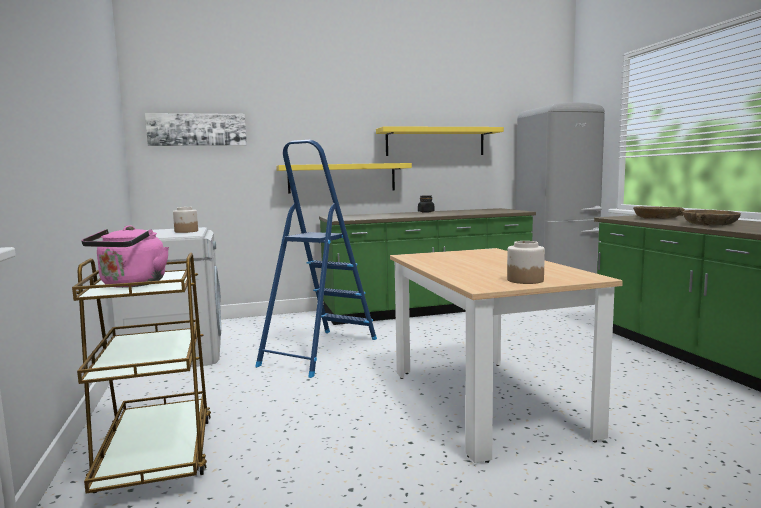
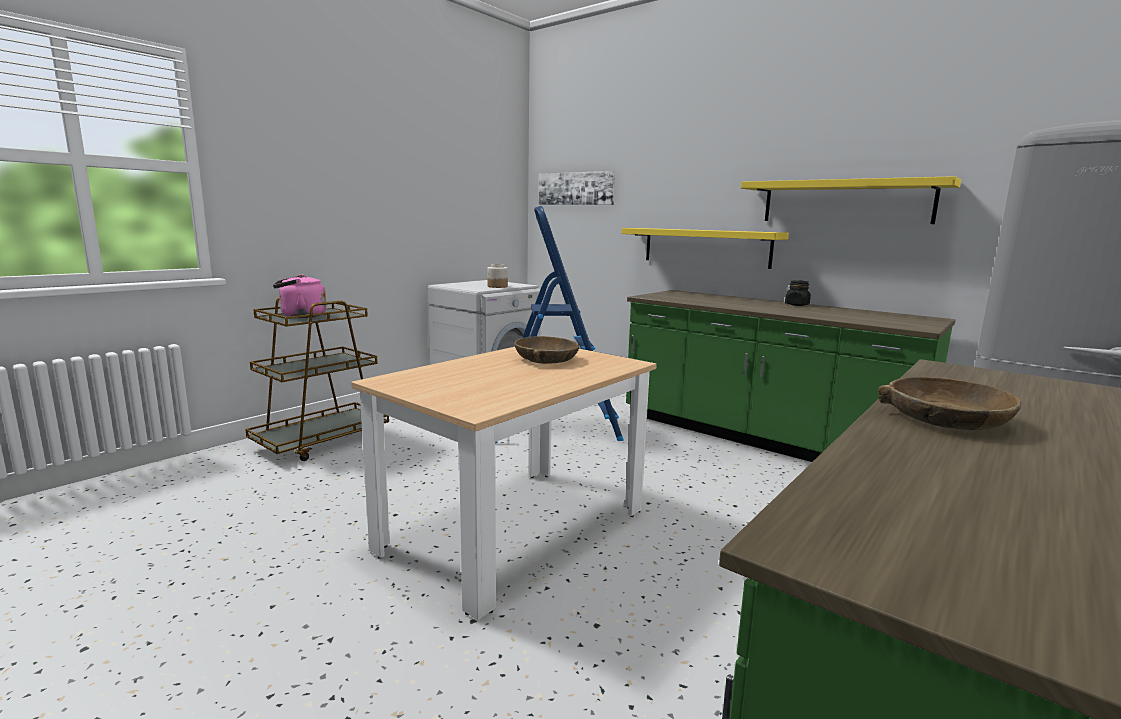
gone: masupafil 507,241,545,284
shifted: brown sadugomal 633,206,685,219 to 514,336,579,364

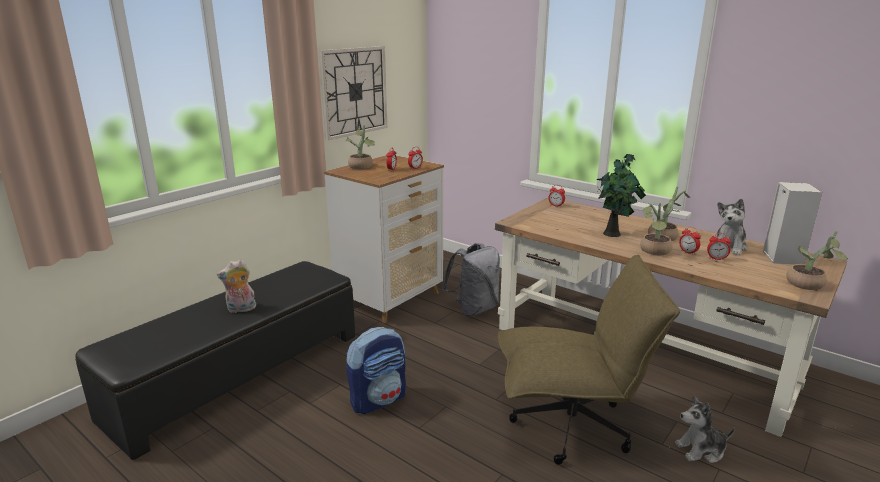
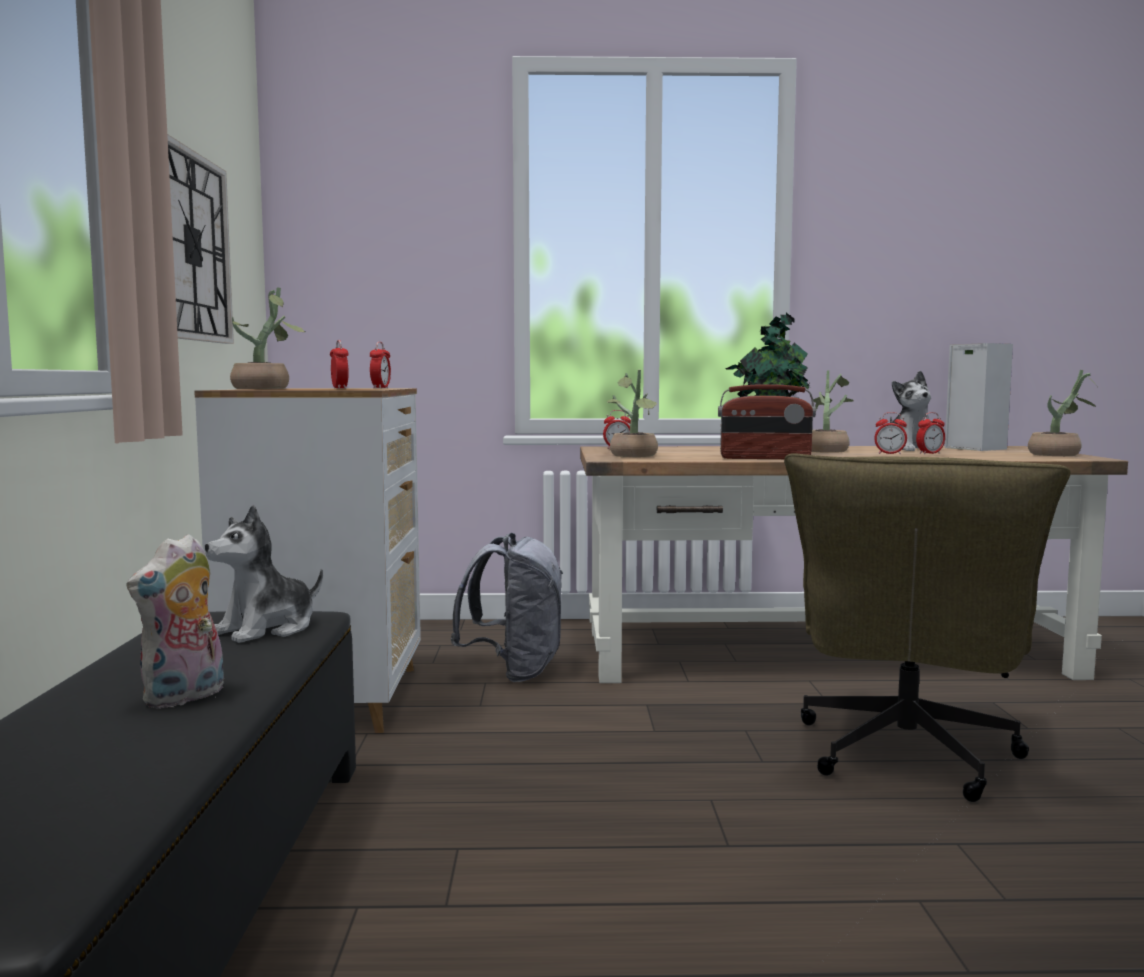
gone: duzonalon 346,327,406,414
new: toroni 718,384,816,459
shifted: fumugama 640,203,673,255 to 607,370,658,457; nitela 675,395,735,463 to 205,505,323,643
rotated: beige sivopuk 498,255,680,465 = 784,454,1071,802 150 degrees clockwise

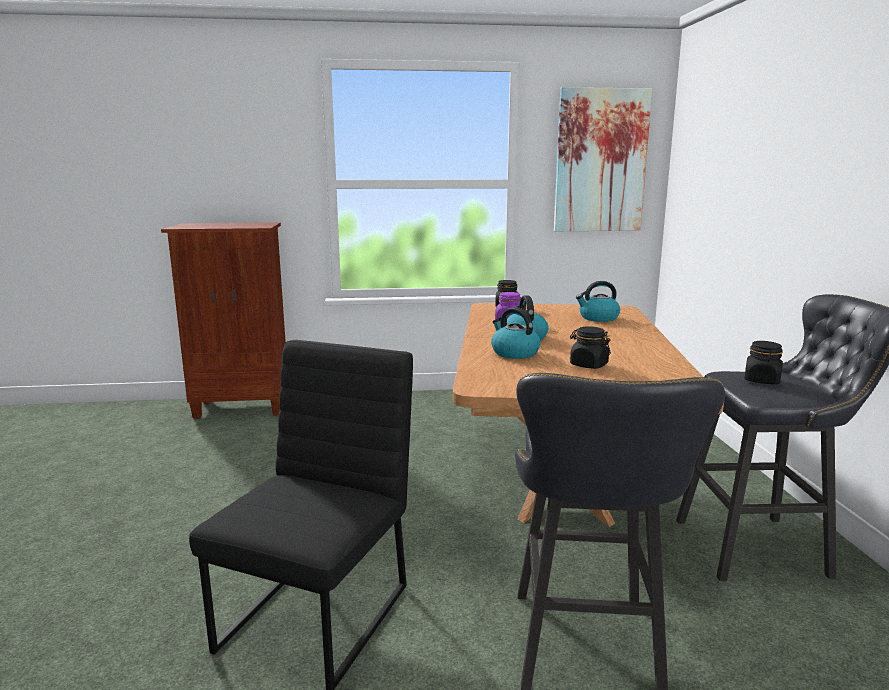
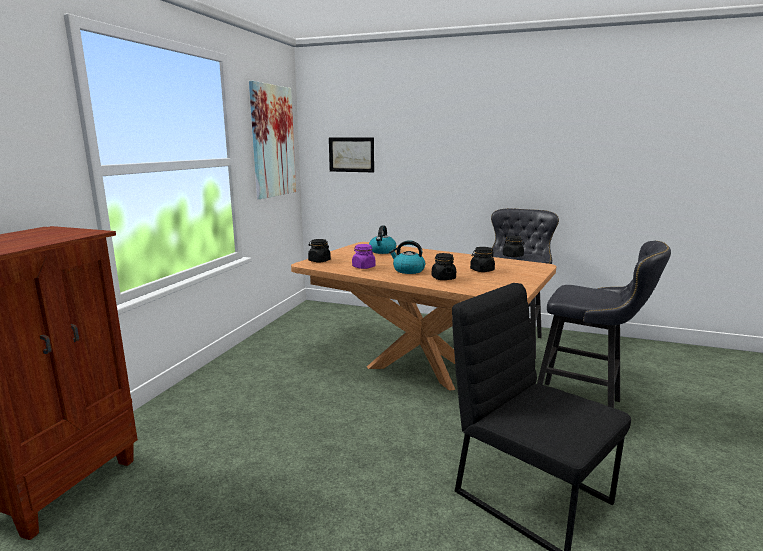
new: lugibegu 329,137,374,172
swapped: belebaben 491,307,541,359 to black masupafil 432,253,456,280

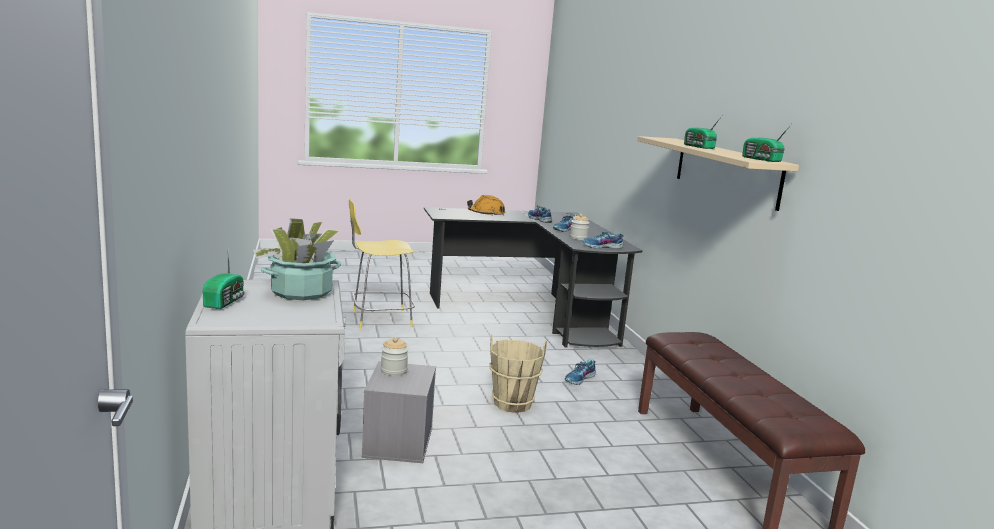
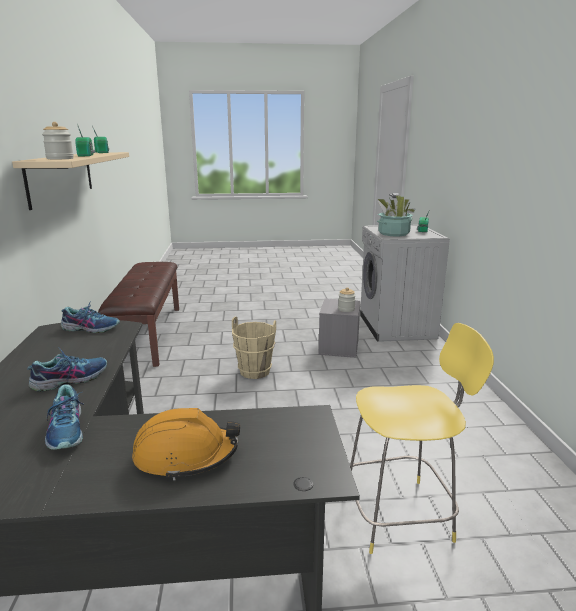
gone: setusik 565,359,596,385
shifted: masupafil 570,214,589,240 to 42,122,74,159

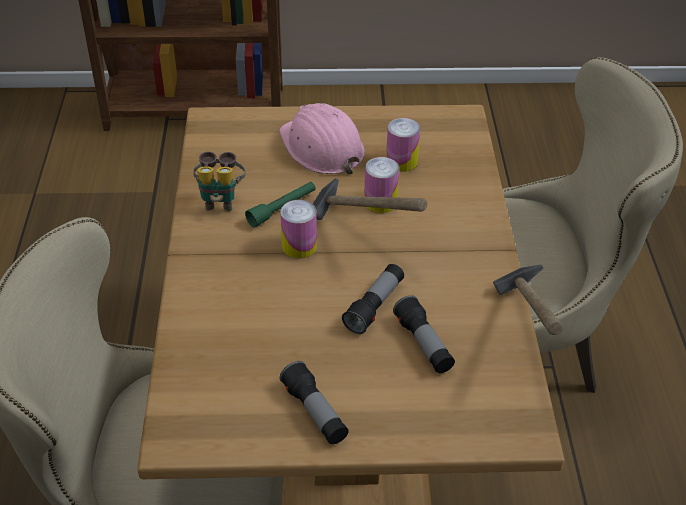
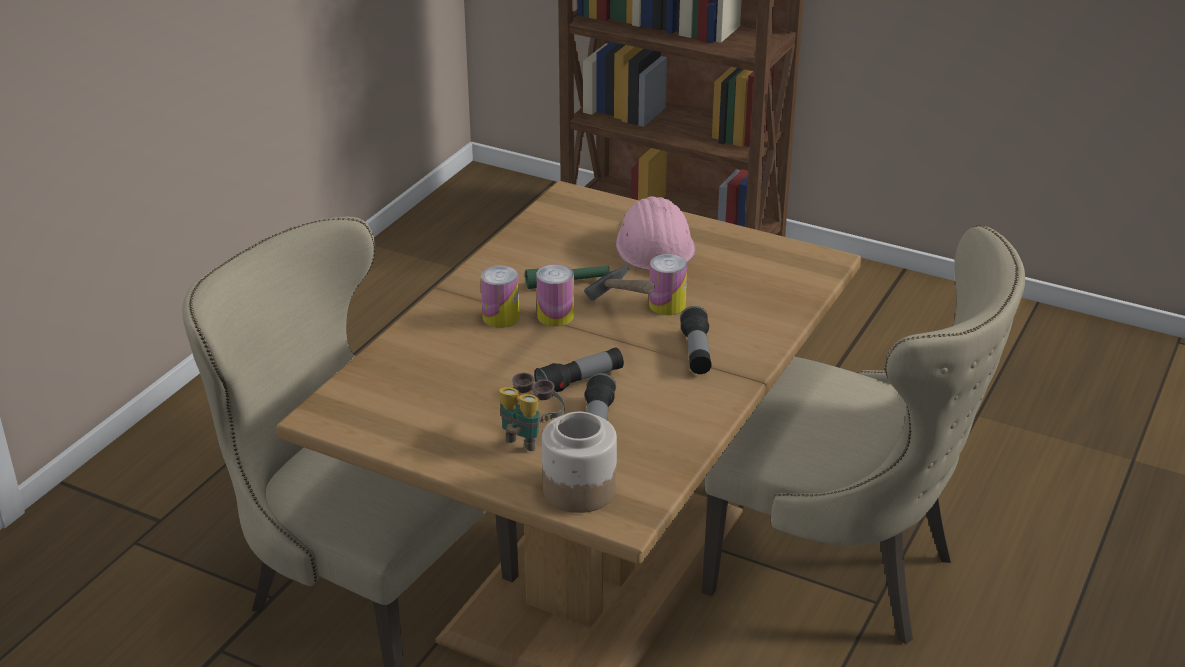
gone: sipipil 493,264,563,335
new: masupafil 542,412,617,513
shifted: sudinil 193,151,246,211 to 499,373,565,451; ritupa 280,361,349,444 to 680,306,712,374; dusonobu 386,118,420,172 to 481,266,520,328

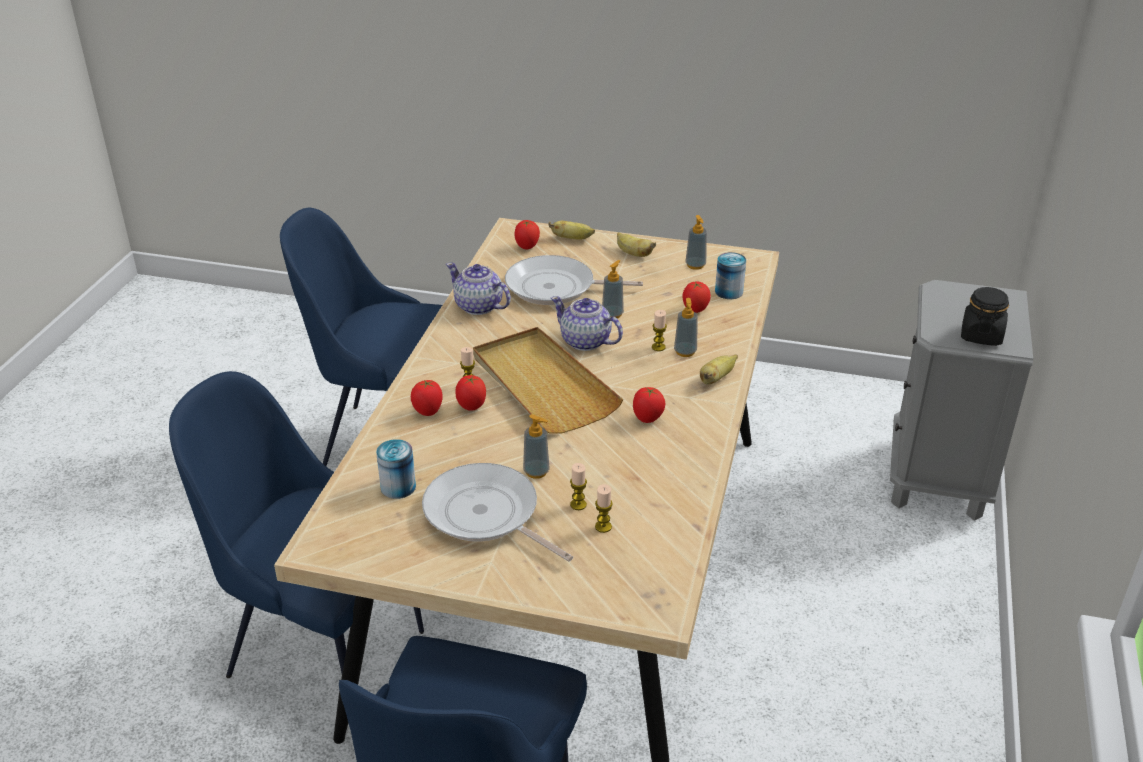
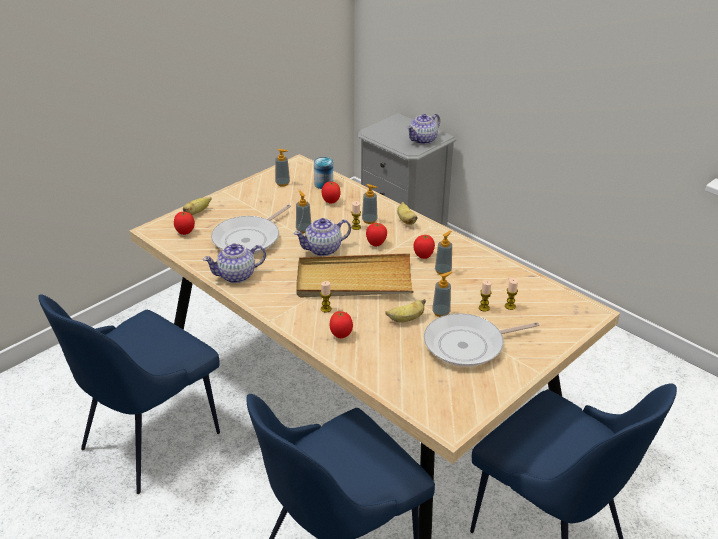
gone: dusonobu 376,439,416,499
new: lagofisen 435,231,452,275
shifted: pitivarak 455,375,486,411 to 366,223,387,247; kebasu 617,232,656,257 to 385,299,426,322
swapped: black masupafil 961,287,1009,346 to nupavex 407,114,440,145

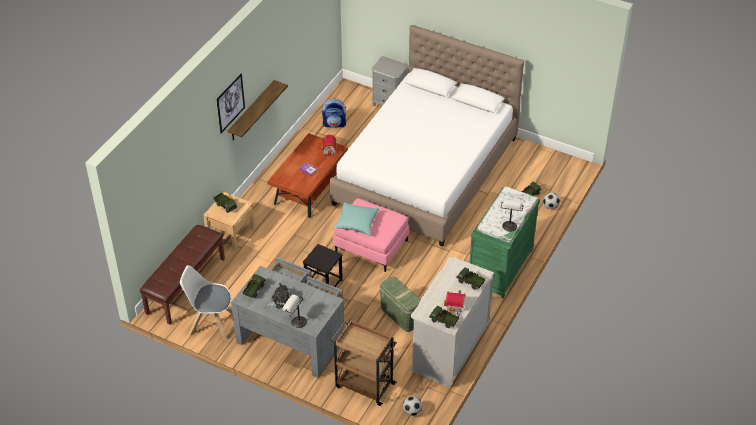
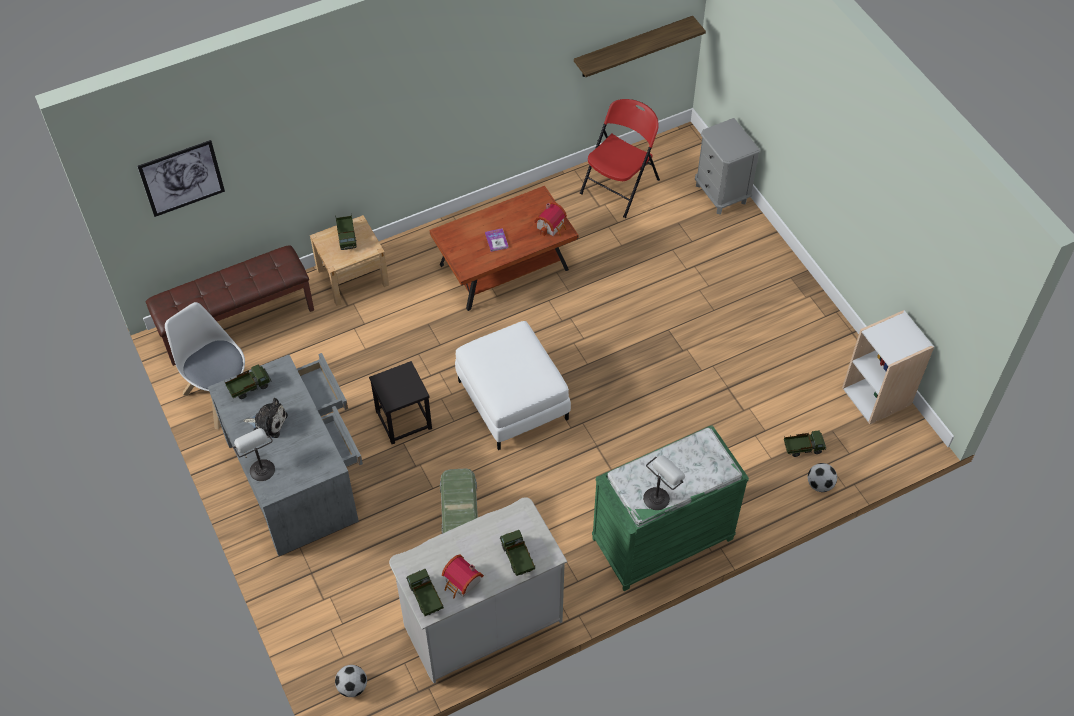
gone: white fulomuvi 330,25,524,247; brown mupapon 331,320,397,406; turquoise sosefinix 334,202,379,236
new: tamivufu 842,310,934,424
shifted: lugibegu 216,73,245,133 to 137,140,225,217; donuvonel 228,80,288,141 to 574,16,706,77
swapped: duzonalon 322,99,346,128 to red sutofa 580,99,660,218
repainted: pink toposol 333,198,409,272 to white toposol 455,321,571,450

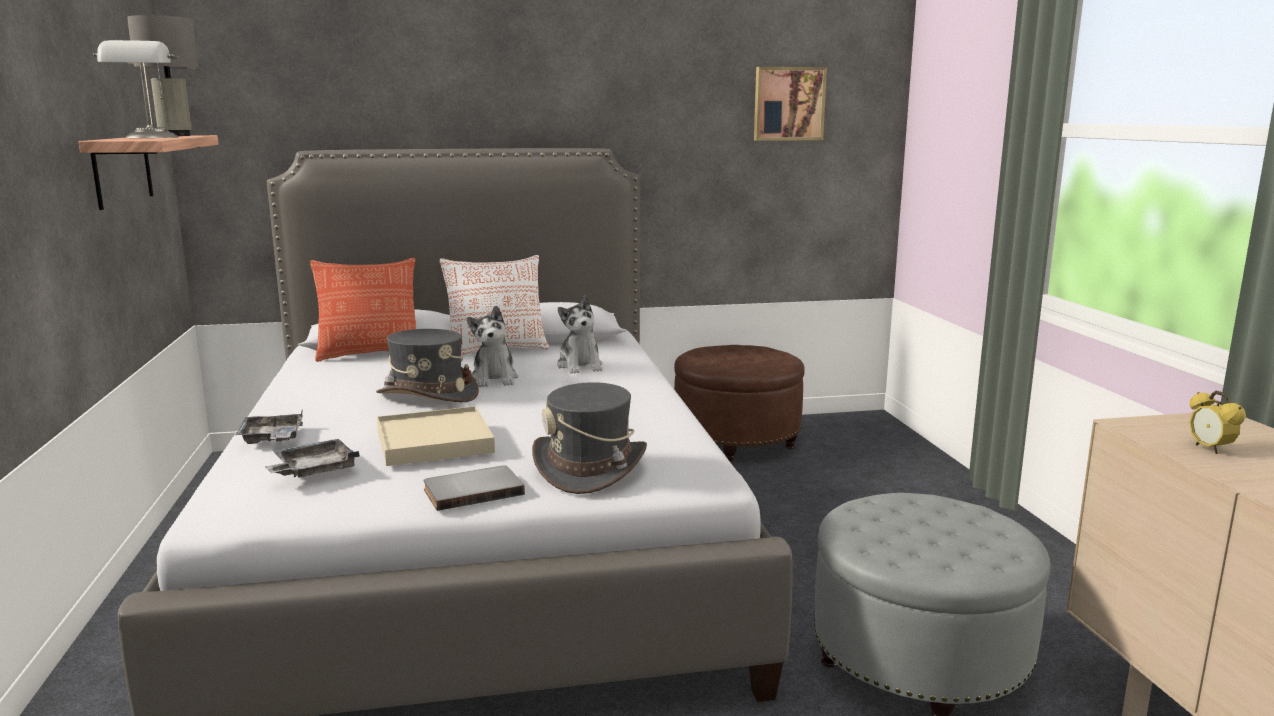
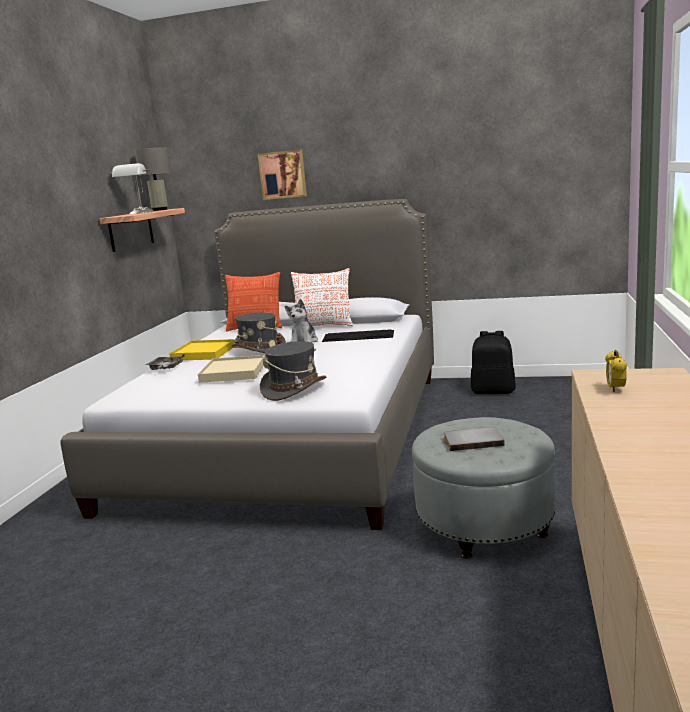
gone: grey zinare 265,439,360,478
new: yellow zinare 169,339,235,360
shifted: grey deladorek 423,466,525,511 to 444,427,505,451; lugibegu 754,67,827,141 to 258,149,307,200
swapped: nitela 557,296,603,374 to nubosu 322,329,394,342; brown toposol 674,345,805,463 to black duzonalon 471,331,516,394

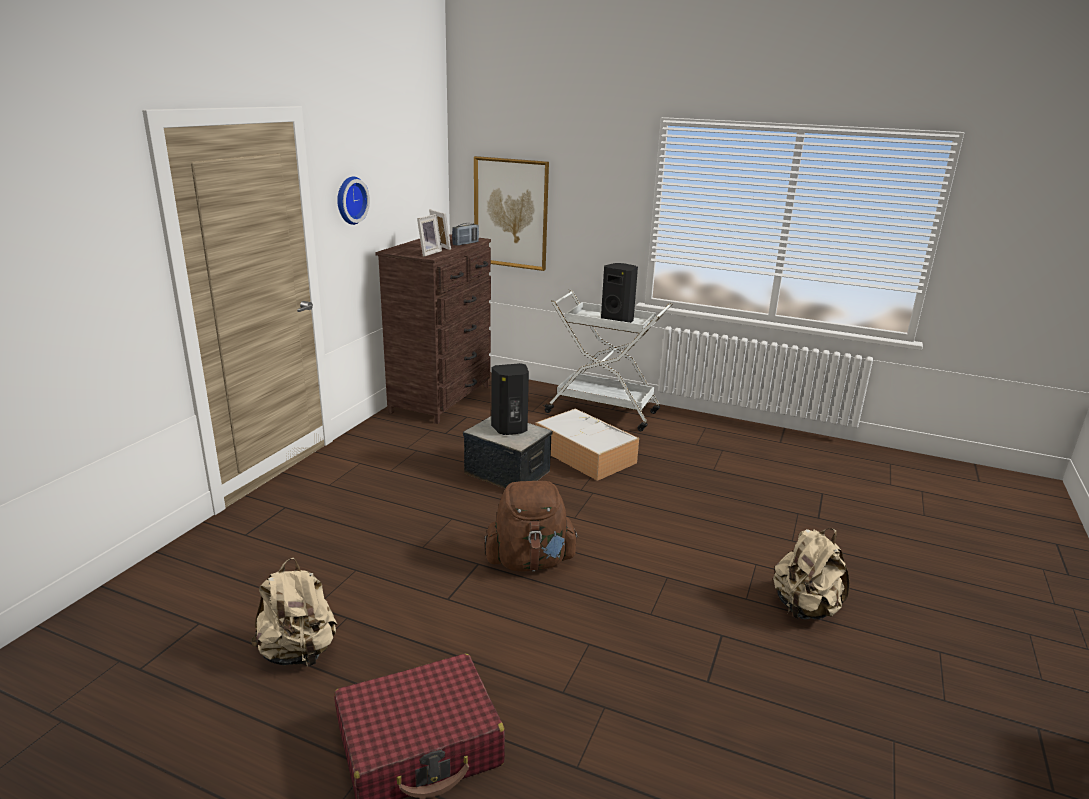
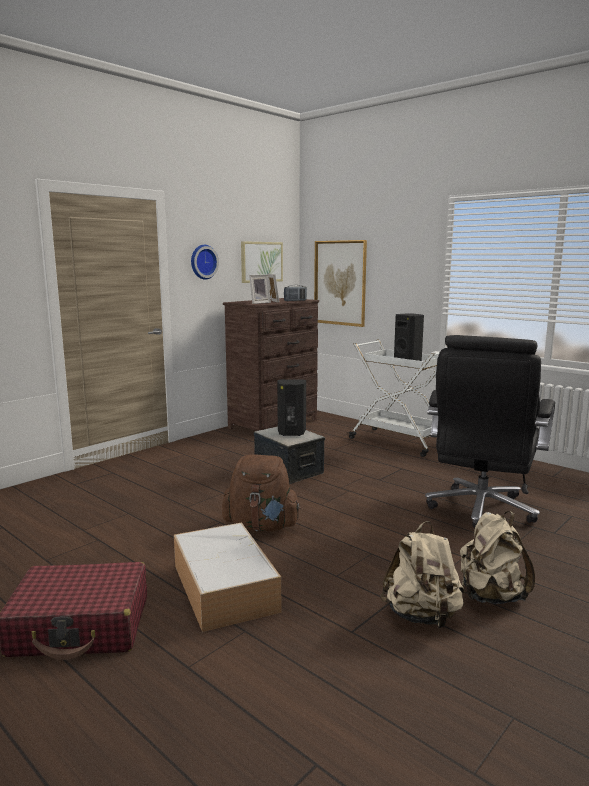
new: lugibegu 241,241,283,283; black sivopuk 425,335,555,528
shifted: beige duzonalon 250,558,337,668 to 380,521,465,628; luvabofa 536,409,639,481 to 174,522,281,632

